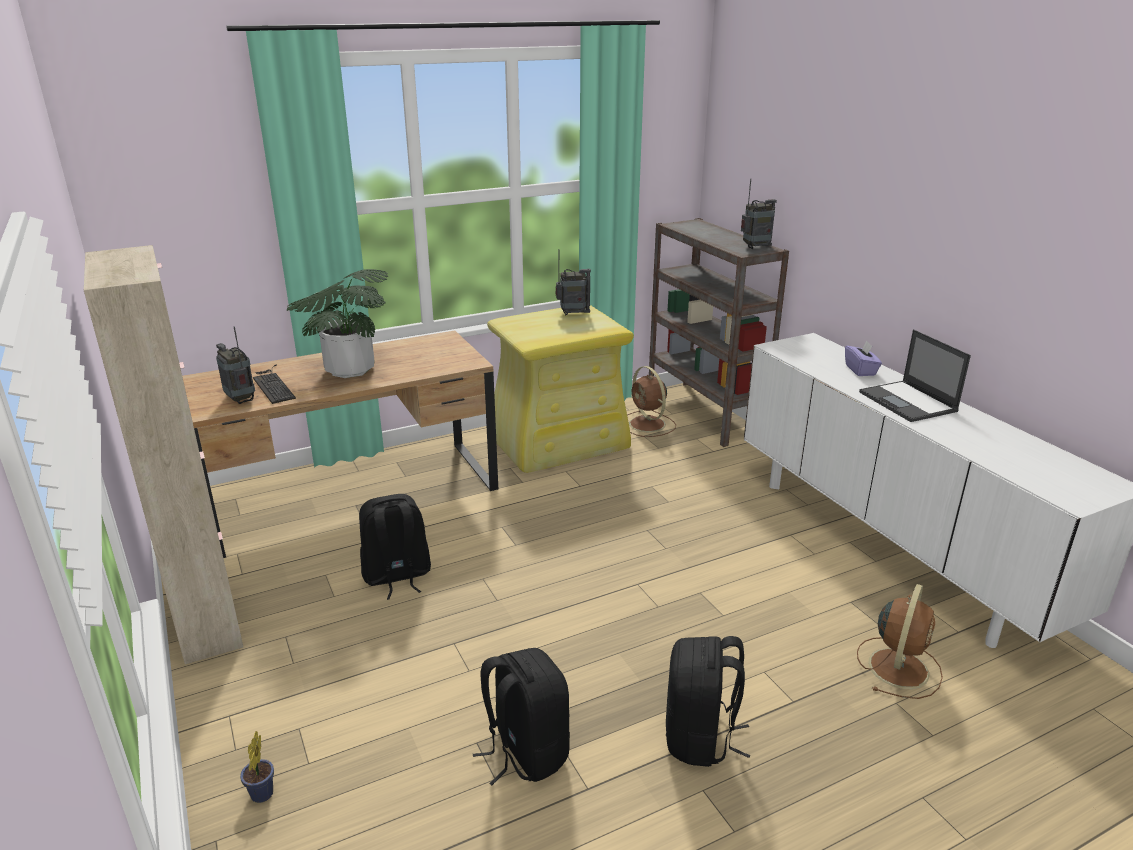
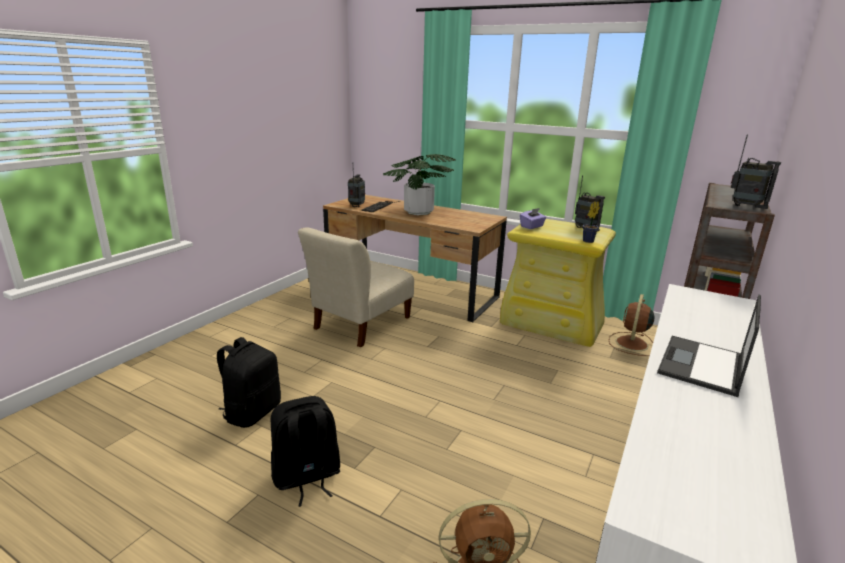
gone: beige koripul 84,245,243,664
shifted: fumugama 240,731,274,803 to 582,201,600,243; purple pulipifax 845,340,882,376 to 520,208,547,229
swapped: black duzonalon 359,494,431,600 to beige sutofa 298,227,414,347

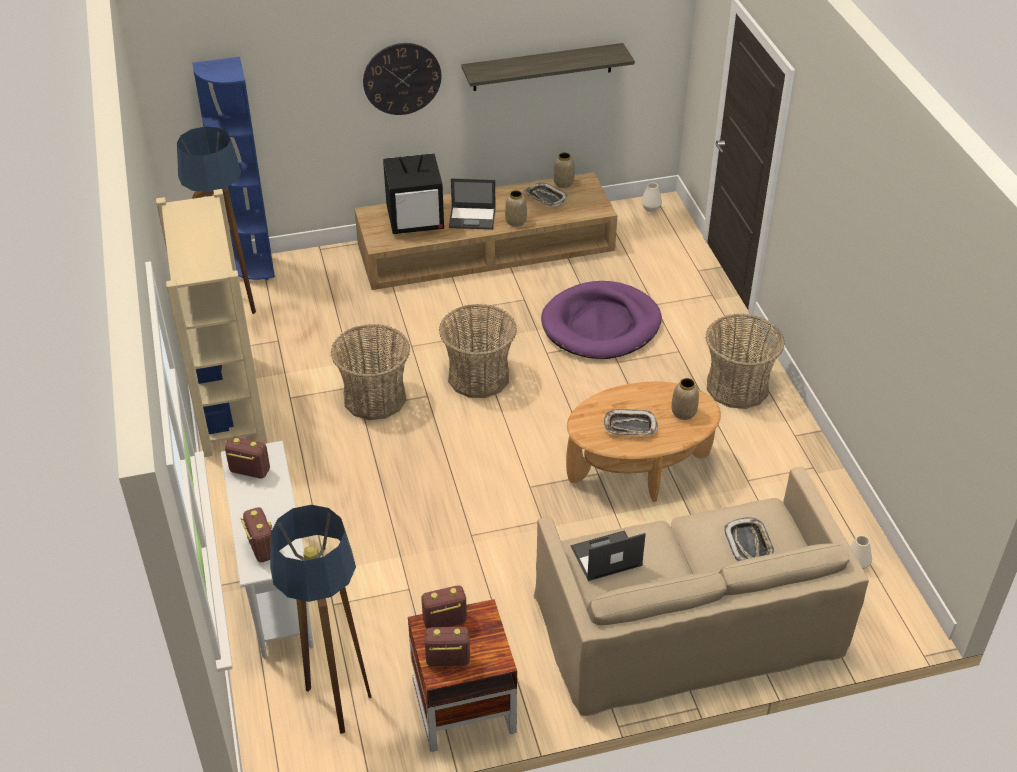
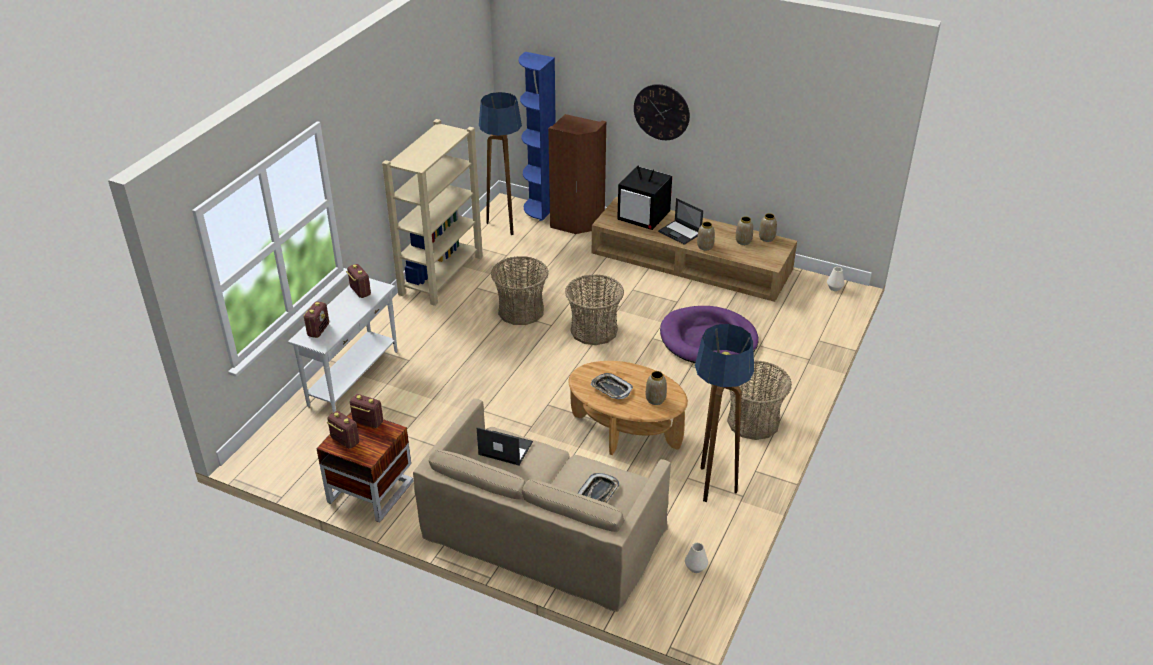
gone: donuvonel 461,43,635,91
new: brown koripul 548,114,606,234
shifted: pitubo 270,505,372,734 to 695,324,754,502
swapped: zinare 524,182,568,206 to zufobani 736,216,753,245

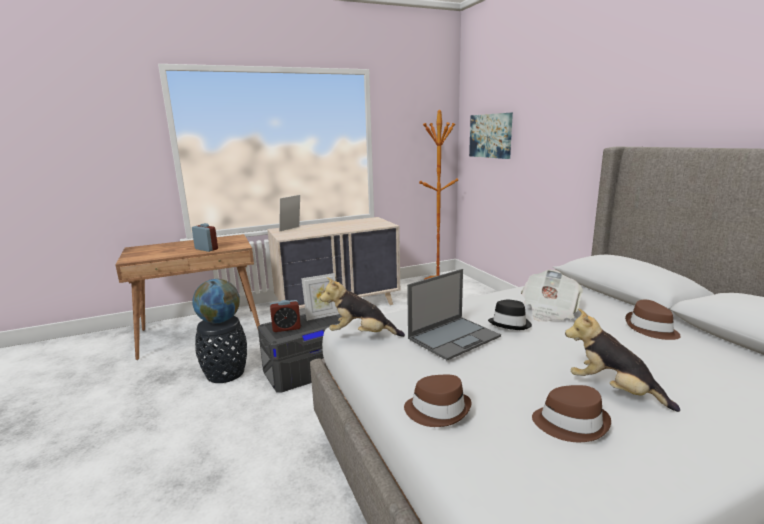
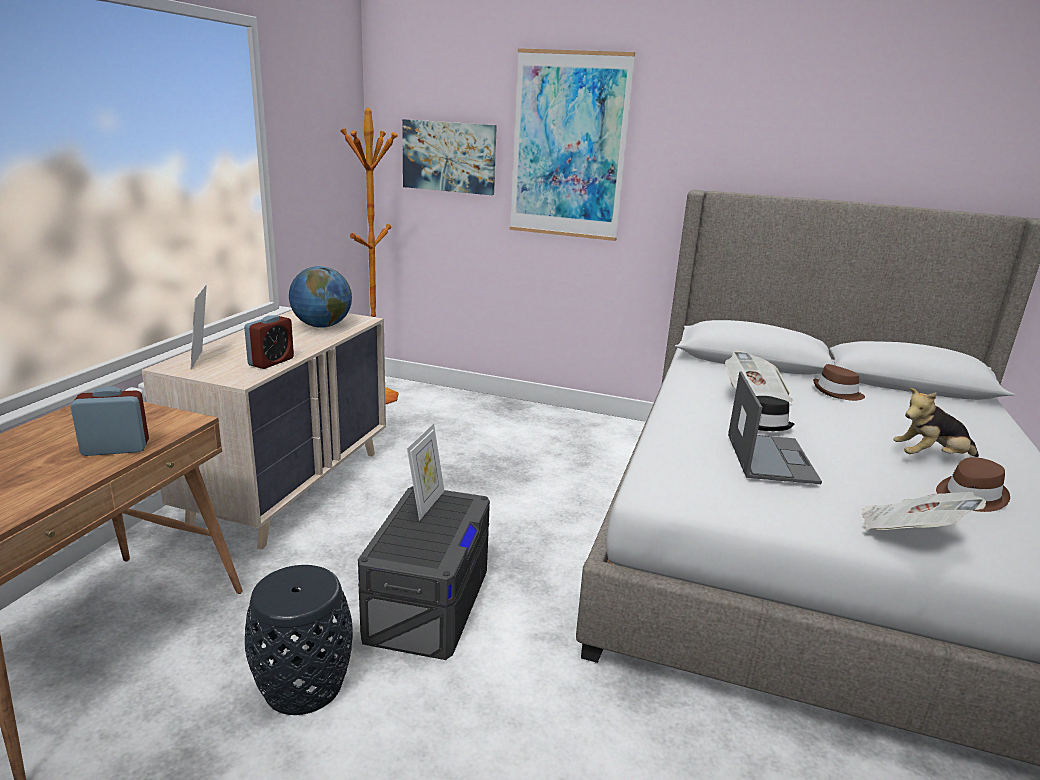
gone: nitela 320,277,405,337
new: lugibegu 510,48,635,241
shifted: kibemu 192,279,240,323 to 289,266,352,328; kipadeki 270,300,301,332 to 244,315,294,369
swapped: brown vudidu 404,375,471,427 to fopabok 862,492,986,530

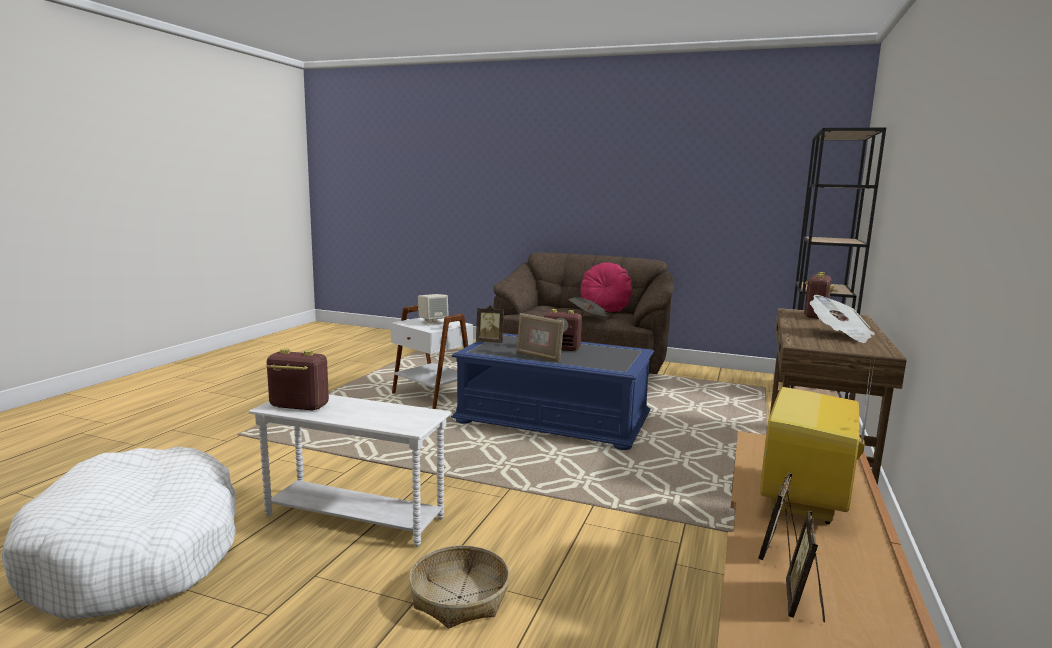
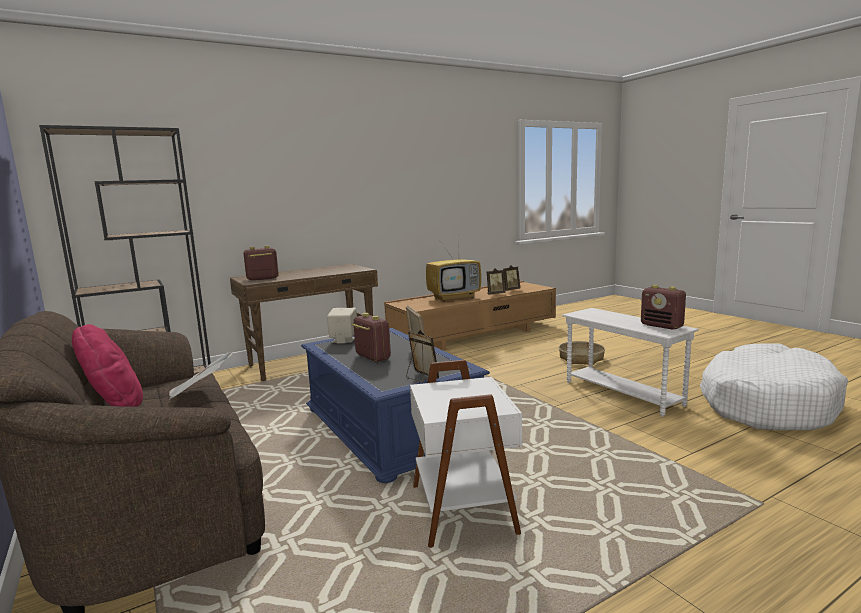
gone: fopabok 810,295,875,343
shifted: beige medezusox 418,294,449,326 to 327,308,357,343

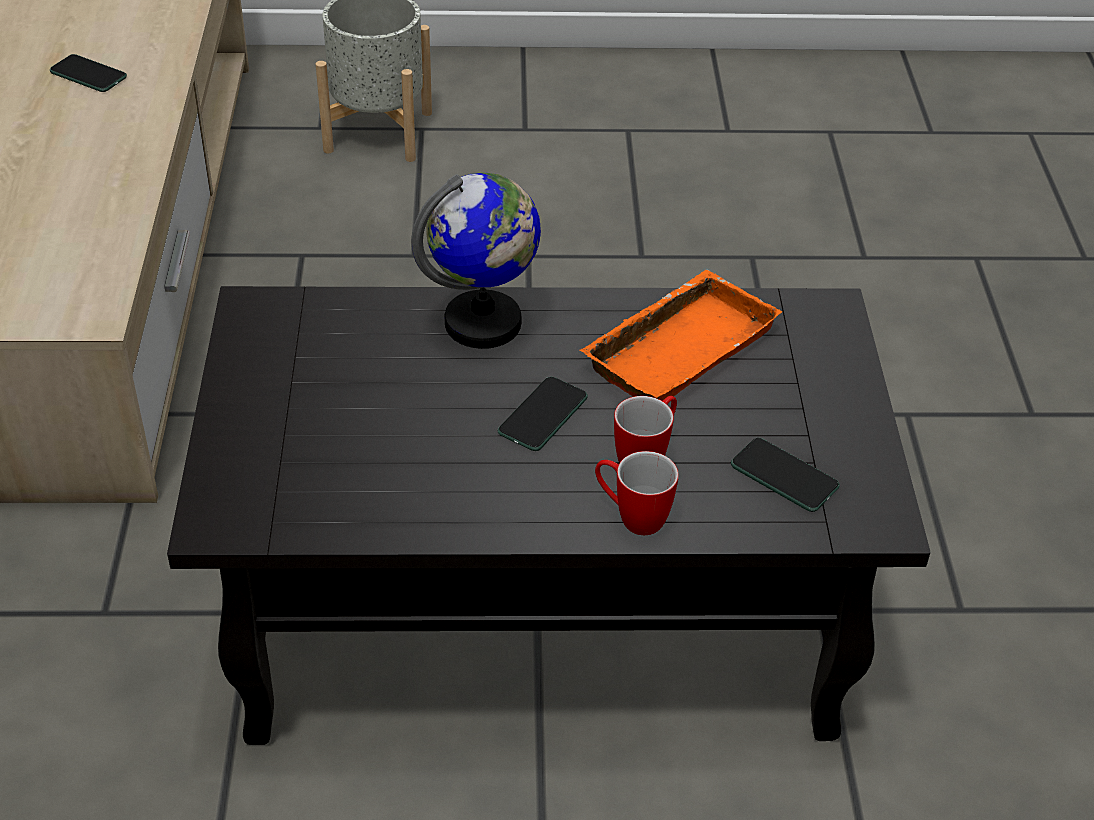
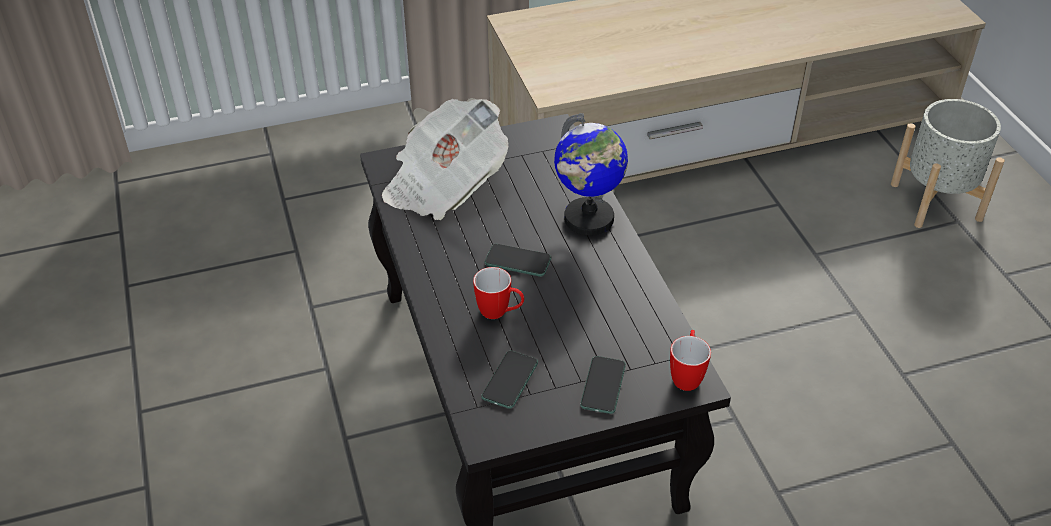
gone: orange zinare 580,270,782,401
new: fopabok 382,99,509,220
shifted: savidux 50,54,127,92 to 580,356,626,414; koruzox 595,451,679,535 to 670,330,711,391

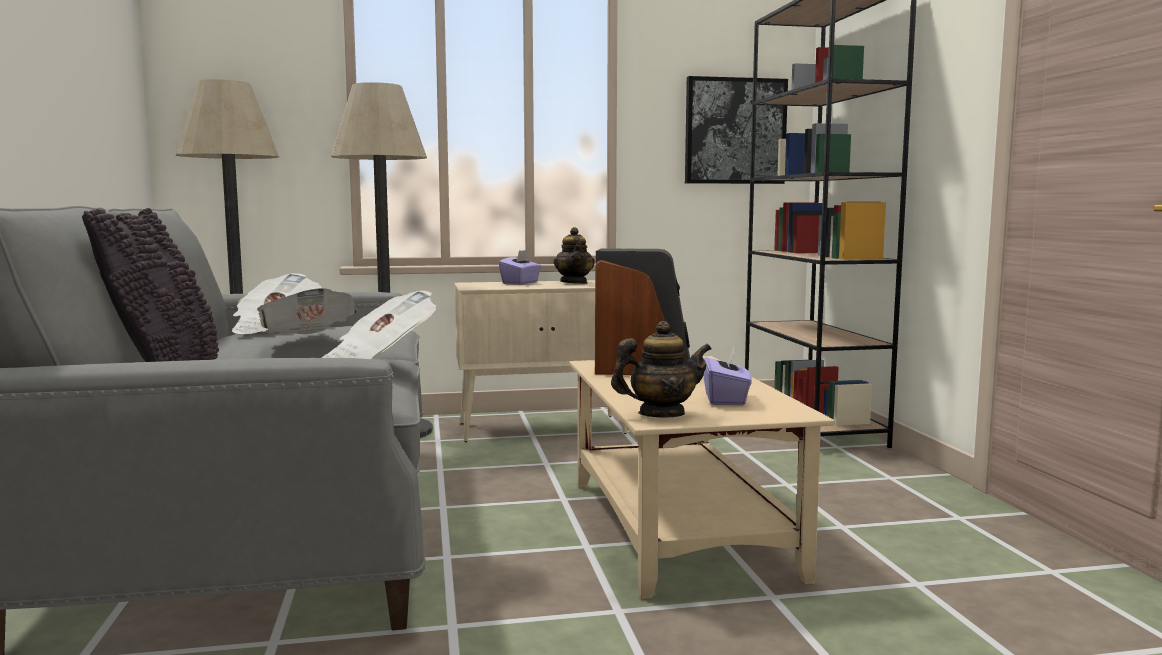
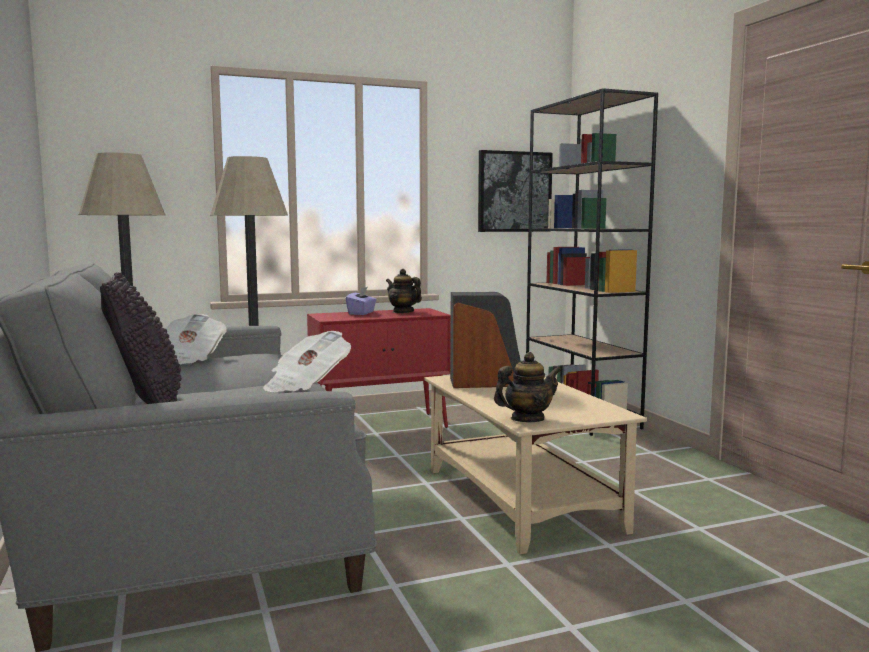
gone: fopabok 257,288,357,334; purple pulipifax 704,348,752,405
repainted: beige koripul 454,280,627,442 to red koripul 307,308,451,428
rotated: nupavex 553,227,595,284 = 386,269,422,313 150 degrees clockwise

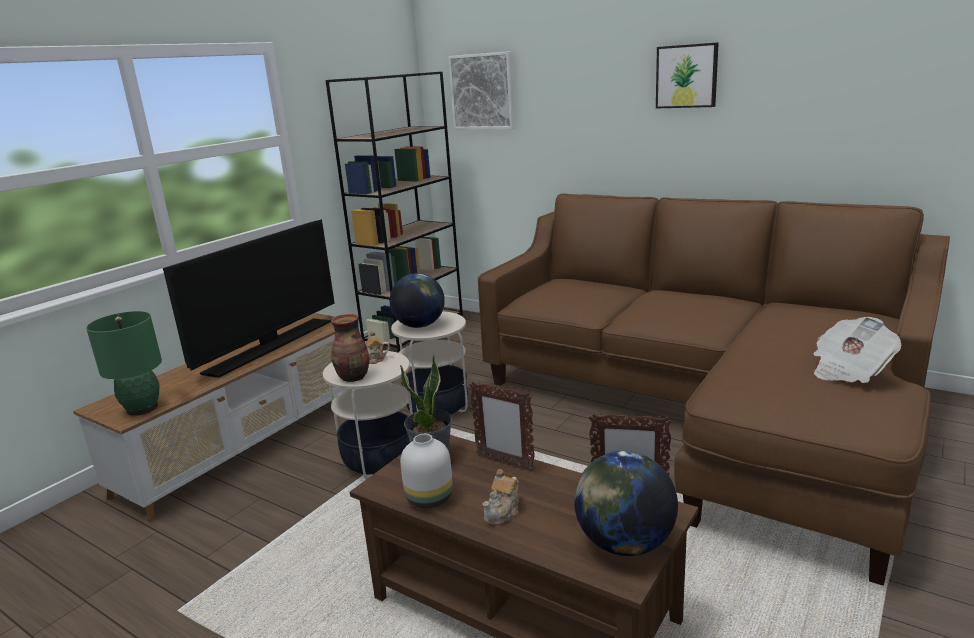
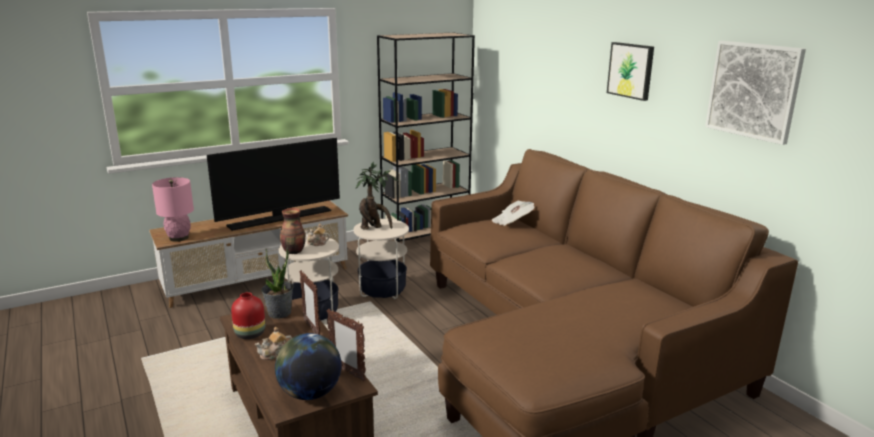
shifted: lugibegu 448,51,515,130 to 705,41,806,145; fopabok 813,317,902,383 to 492,201,534,226
swapped: kibemu 390,273,445,328 to fumugama 356,162,399,230
repainted: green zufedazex 86,311,162,416 to pink zufedazex 152,177,194,242; white zufobani 400,434,453,509 to red zufobani 231,292,265,339

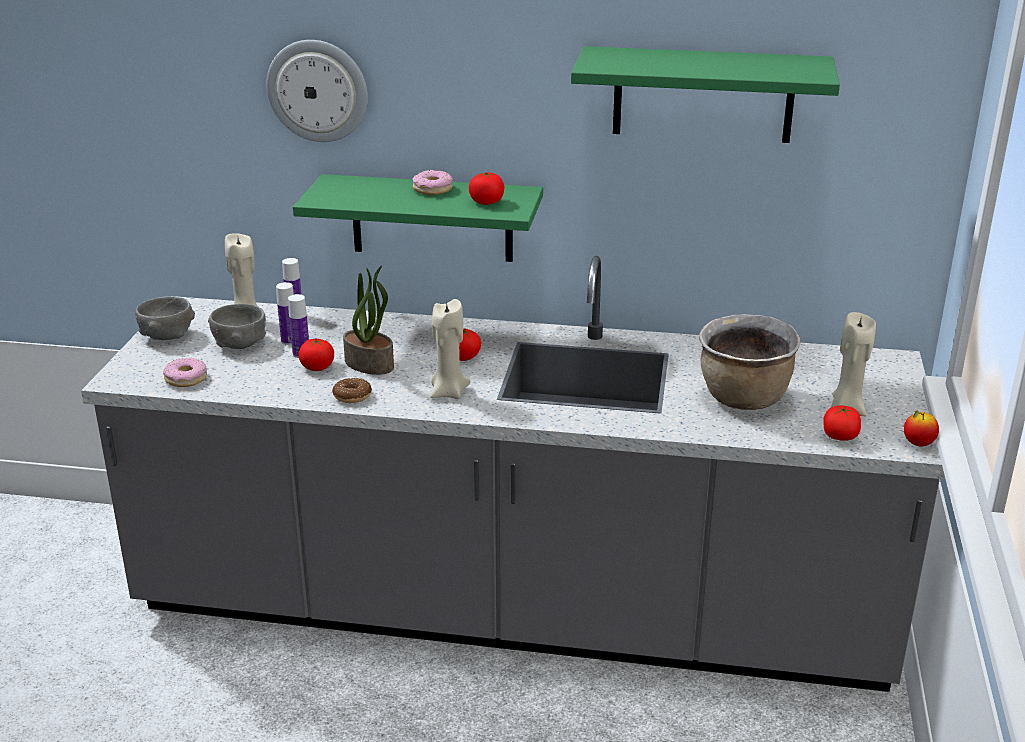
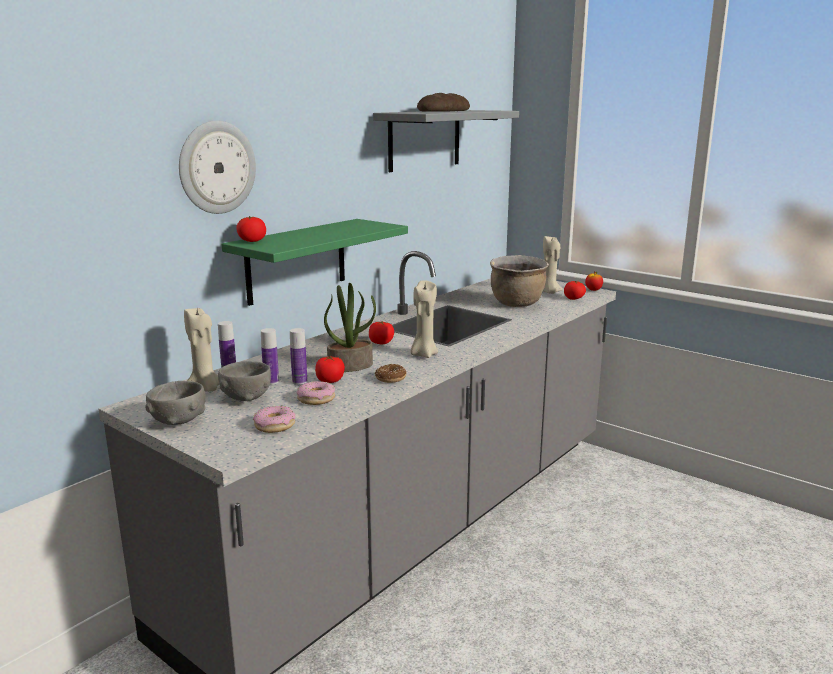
new: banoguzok 417,93,470,112
shifted: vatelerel 413,170,453,195 to 297,381,335,405; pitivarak 469,172,504,205 to 236,216,266,242
repainted: green donuvonel 571,46,840,143 to grey donuvonel 373,110,519,172

